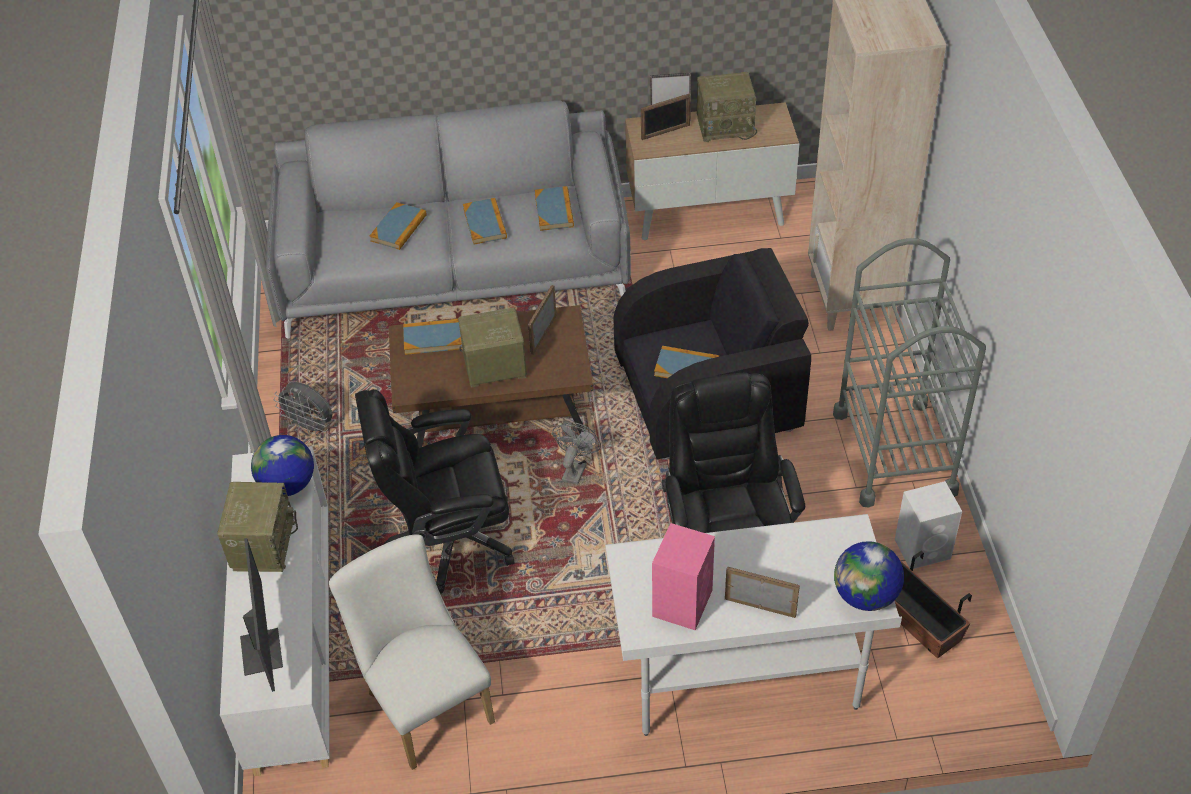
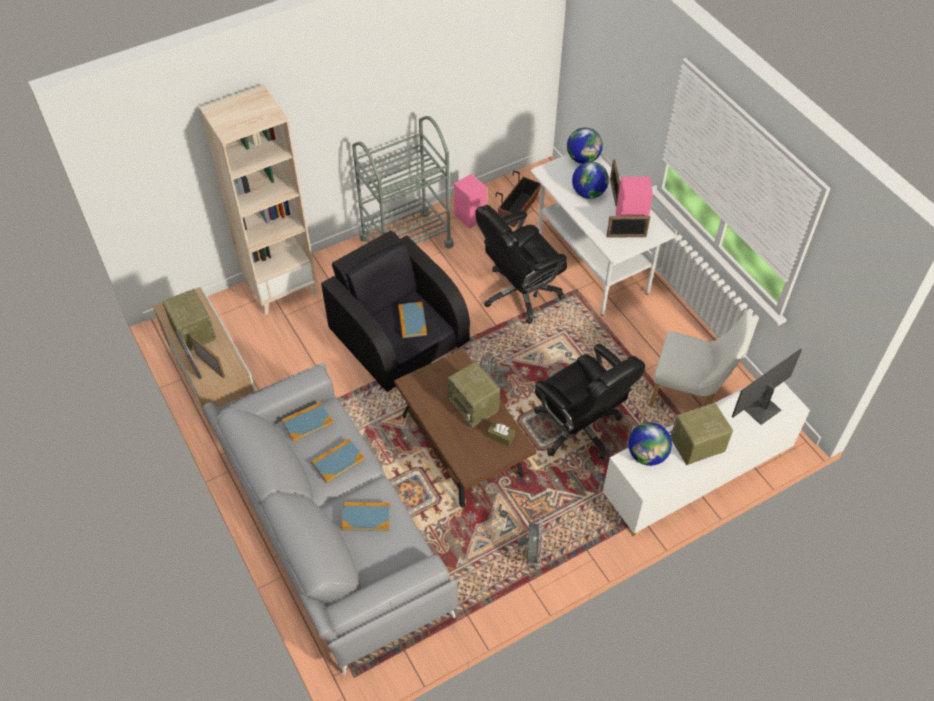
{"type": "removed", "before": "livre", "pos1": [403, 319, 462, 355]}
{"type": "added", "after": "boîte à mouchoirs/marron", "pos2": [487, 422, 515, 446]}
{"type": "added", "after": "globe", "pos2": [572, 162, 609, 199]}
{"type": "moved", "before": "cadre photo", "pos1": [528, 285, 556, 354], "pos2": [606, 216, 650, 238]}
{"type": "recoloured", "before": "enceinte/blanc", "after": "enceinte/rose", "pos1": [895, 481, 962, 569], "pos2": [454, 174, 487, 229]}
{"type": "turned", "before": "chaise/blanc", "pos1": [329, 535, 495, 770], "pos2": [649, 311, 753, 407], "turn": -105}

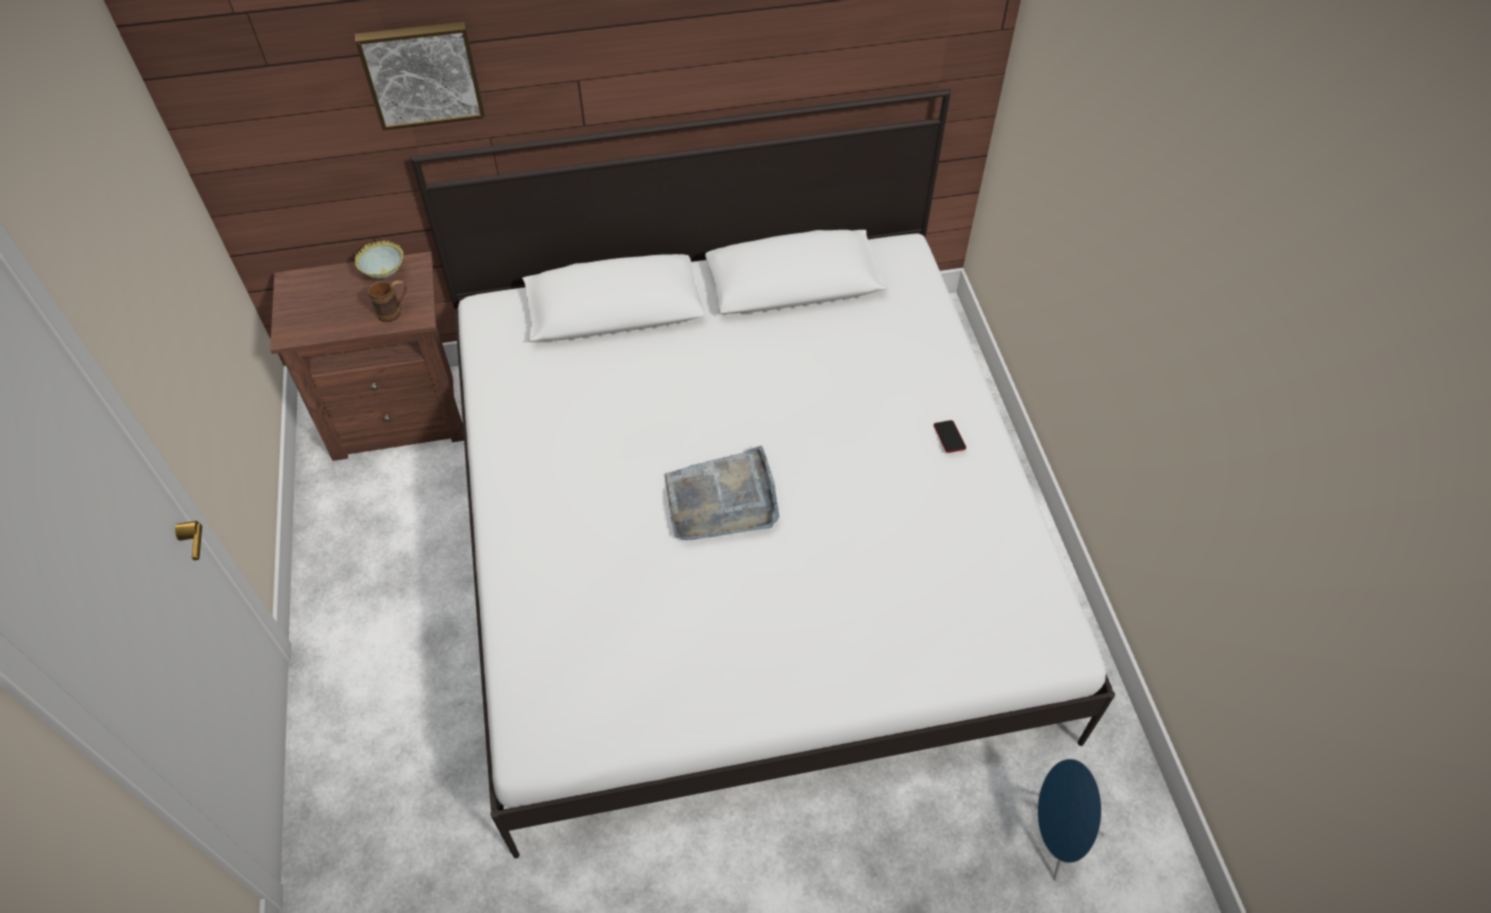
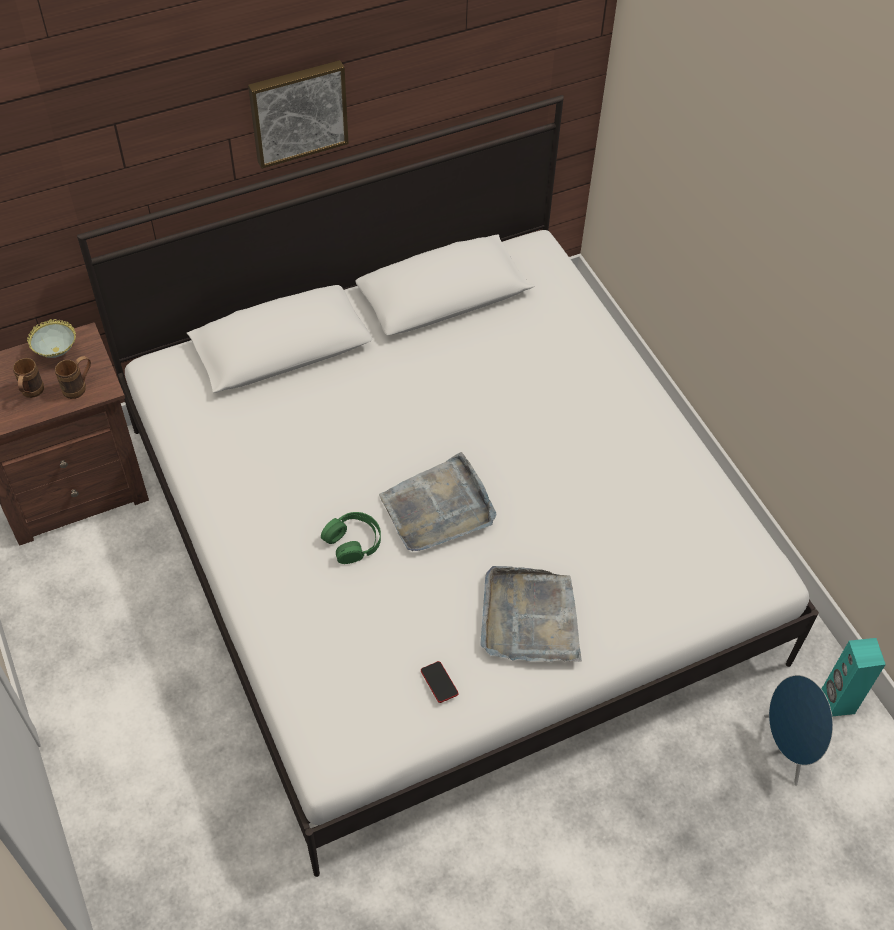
{"type": "added", "after": "mug/marron", "pos2": [13, 358, 44, 398]}
{"type": "added", "after": "casque audio/vert", "pos2": [321, 512, 381, 564]}
{"type": "added", "after": "plateau/gris", "pos2": [480, 566, 582, 662]}
{"type": "added", "after": "enceinte/turquoise", "pos2": [822, 638, 886, 716]}
{"type": "moved", "before": "tableau", "pos1": [355, 21, 485, 131], "pos2": [248, 60, 349, 169]}
{"type": "moved", "before": "téléphone", "pos1": [934, 420, 966, 453], "pos2": [421, 661, 458, 703]}

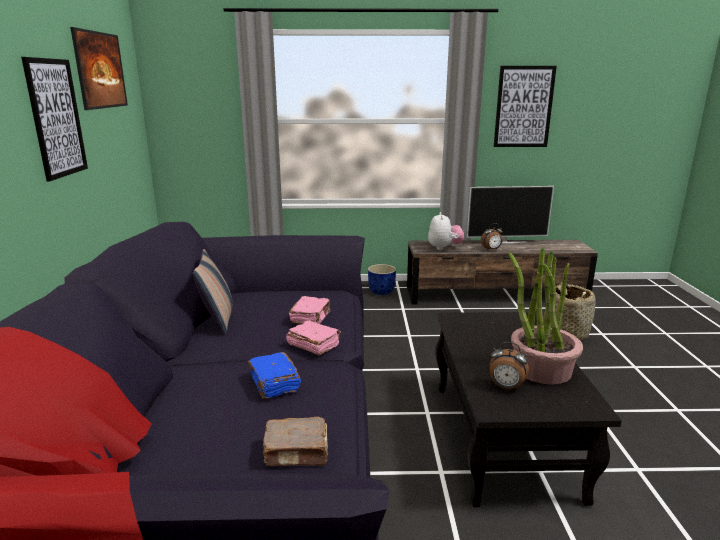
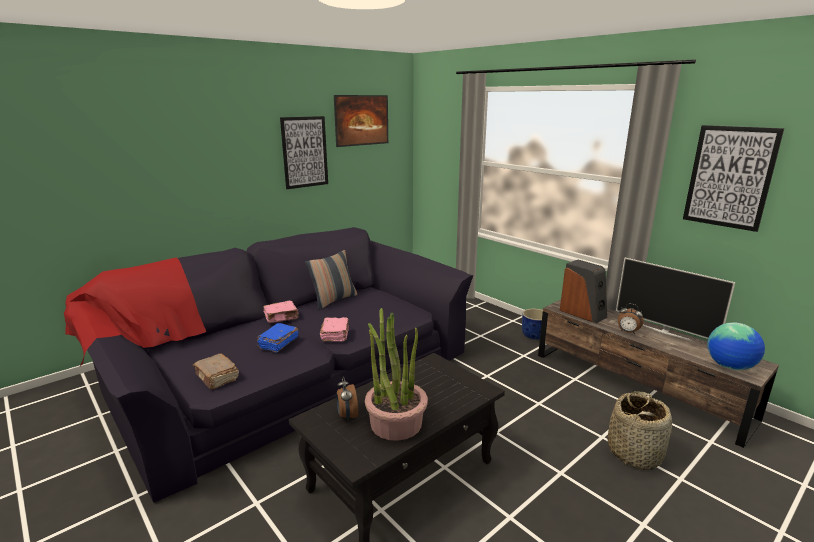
{"type": "added", "after": "globe", "pos2": [707, 323, 765, 371]}
{"type": "moved", "before": "livre/rose", "pos1": [289, 296, 331, 324], "pos2": [263, 301, 299, 323]}
{"type": "replaced", "before": "peluche", "after": "enceinte", "pos1": [428, 212, 464, 250], "pos2": [560, 260, 607, 323]}

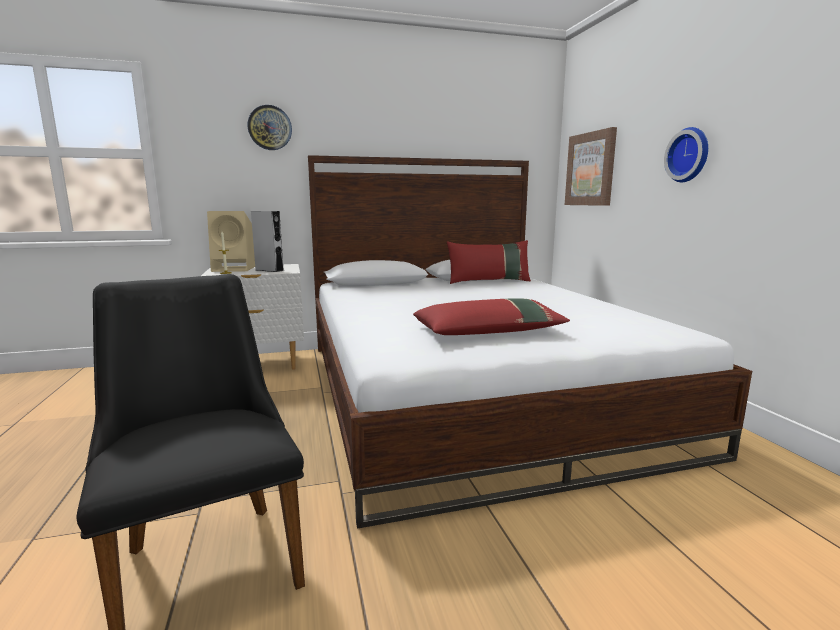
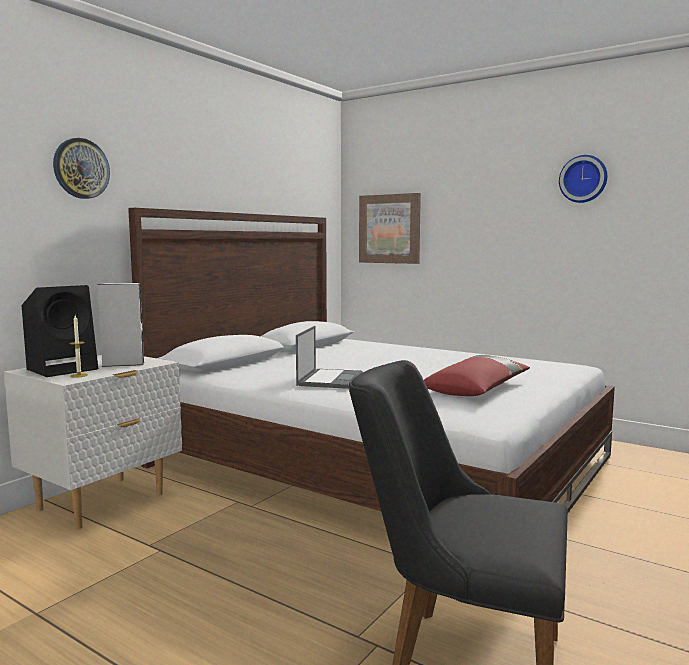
{"type": "removed", "before": "coussin/rouge", "pos1": [447, 240, 531, 284]}
{"type": "added", "after": "ordinateur portable", "pos2": [296, 326, 362, 389]}
{"type": "moved", "before": "horloge murale", "pos1": [664, 127, 708, 182], "pos2": [559, 155, 607, 203]}
{"type": "recoloured", "before": "enceinte/beige", "after": "enceinte/noir", "pos1": [207, 211, 255, 272], "pos2": [22, 285, 98, 377]}

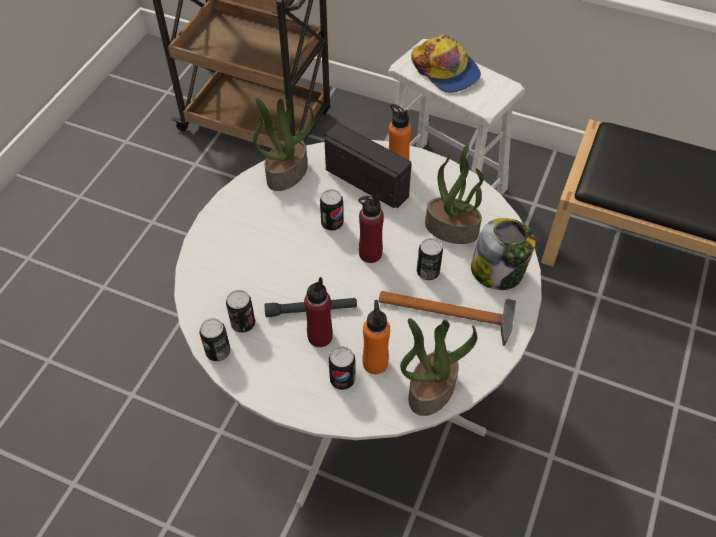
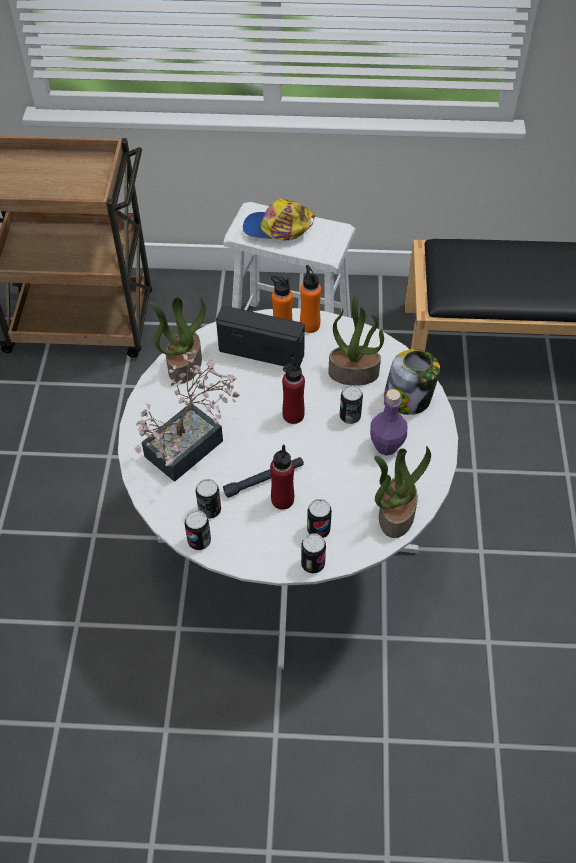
{"type": "added", "after": "plante en pot", "pos2": [134, 350, 240, 482]}
{"type": "moved", "before": "boîte métallique", "pos1": [320, 189, 343, 231], "pos2": [301, 533, 326, 574]}
{"type": "moved", "before": "bouteille/orange", "pos1": [362, 300, 390, 374], "pos2": [300, 265, 321, 333]}
{"type": "replaced", "before": "marteau", "after": "bouteille/violet", "pos1": [379, 291, 516, 346], "pos2": [370, 389, 407, 455]}
{"type": "turned", "before": "casquette", "pos1": [411, 34, 481, 93], "pos2": [243, 199, 315, 241], "turn": 150}

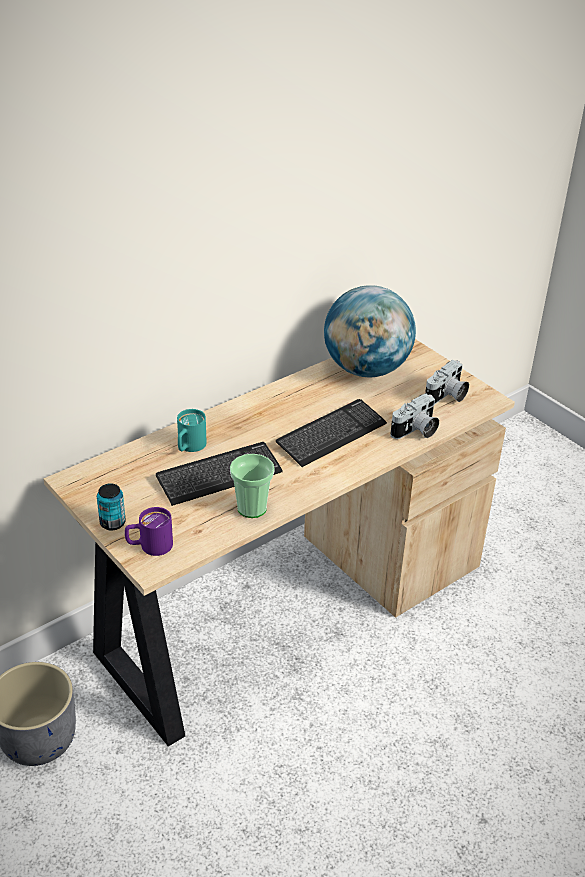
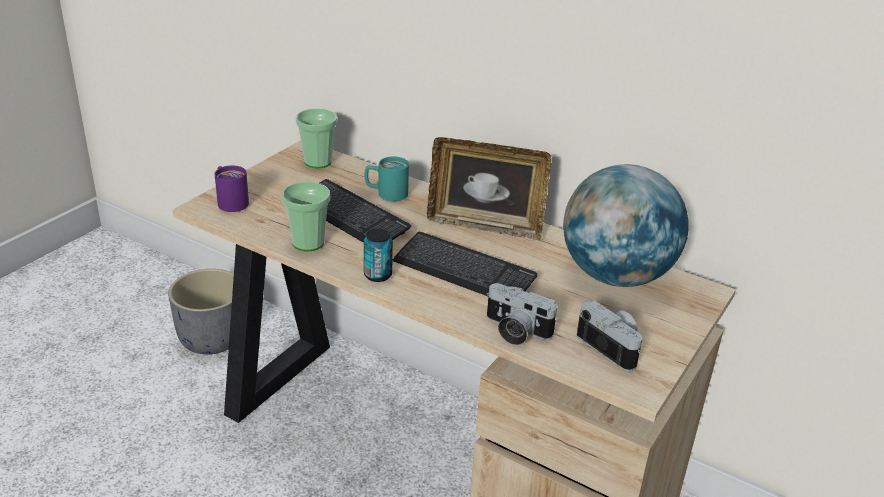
{"type": "added", "after": "tasse", "pos2": [295, 108, 337, 168]}
{"type": "added", "after": "cadre photo", "pos2": [427, 137, 552, 240]}
{"type": "moved", "before": "boîte métallique", "pos1": [97, 483, 126, 531], "pos2": [364, 228, 393, 282]}
{"type": "turned", "before": "appareil photo", "pos1": [425, 360, 469, 405], "pos2": [577, 300, 643, 372], "turn": -150}

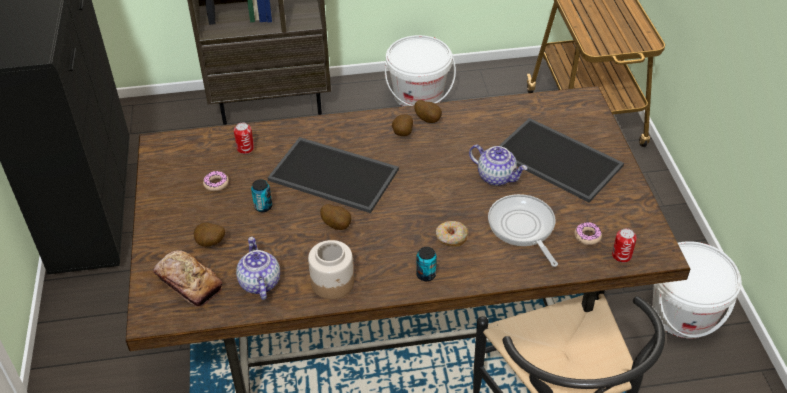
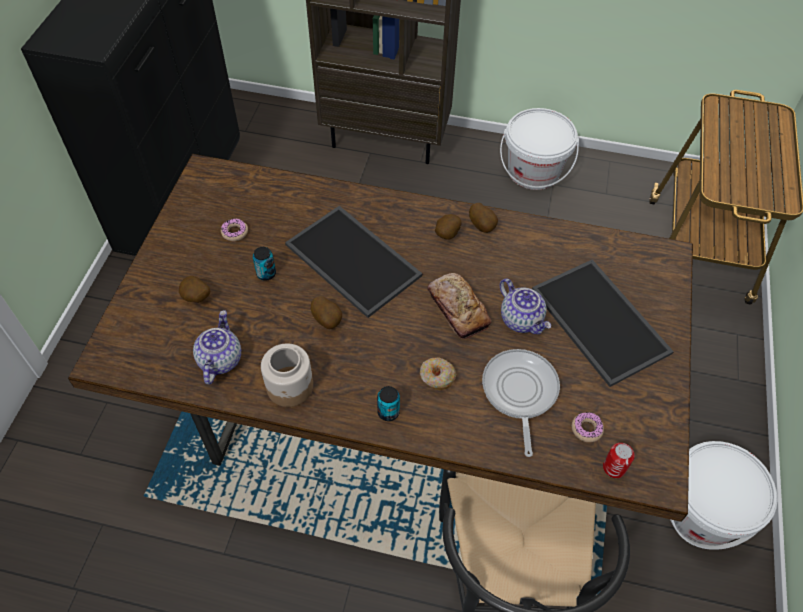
{"type": "removed", "before": "boîte métallique", "pos1": [234, 122, 254, 154]}
{"type": "moved", "before": "pain", "pos1": [153, 250, 222, 307], "pos2": [427, 273, 491, 339]}

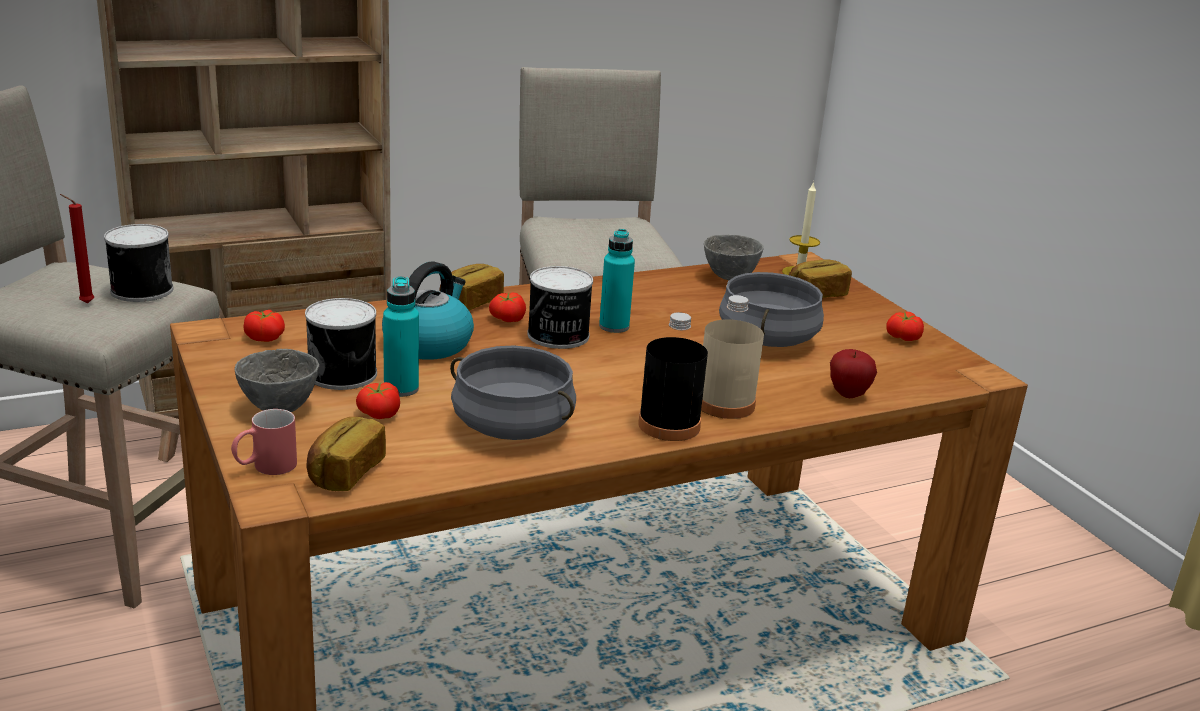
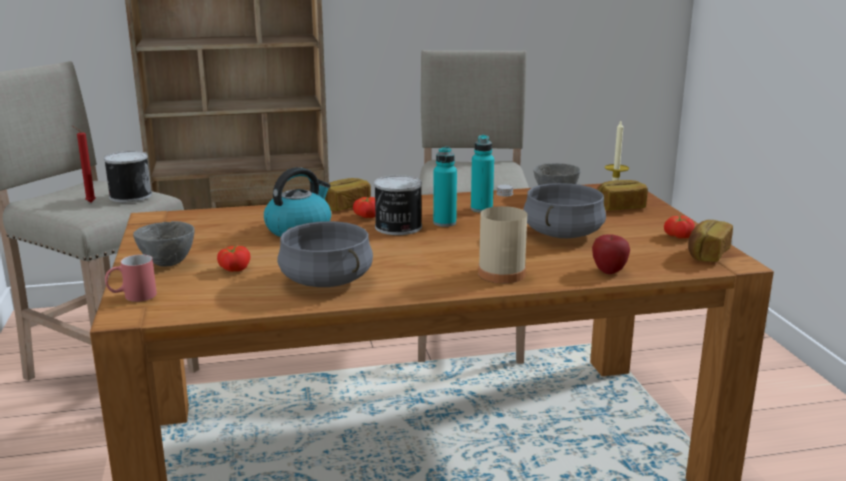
{"type": "removed", "before": "tomate", "pos1": [243, 310, 285, 342]}
{"type": "removed", "before": "boîte métallique", "pos1": [305, 298, 377, 390]}
{"type": "removed", "before": "bouteille/noir", "pos1": [638, 312, 708, 441]}
{"type": "moved", "before": "pain", "pos1": [306, 417, 386, 491], "pos2": [688, 220, 733, 262]}
{"type": "moved", "before": "bouteille/turquoise", "pos1": [383, 276, 419, 397], "pos2": [471, 135, 494, 213]}

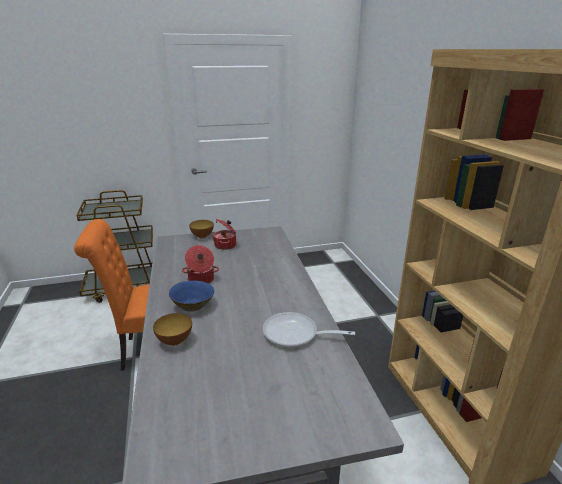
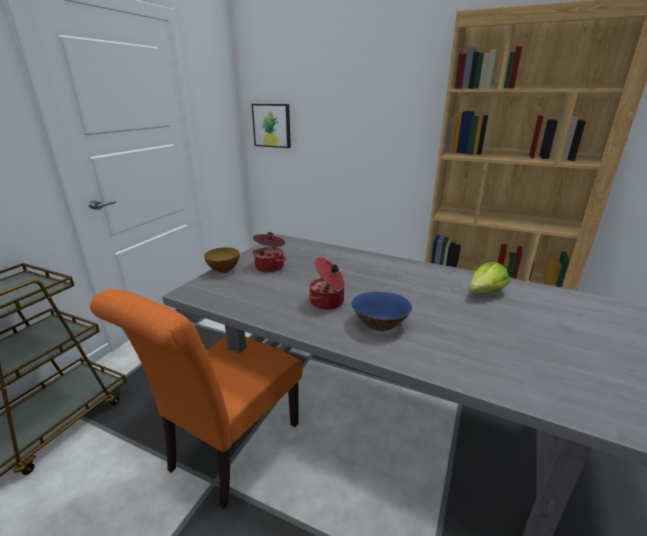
{"type": "removed", "before": "bol", "pos1": [153, 313, 192, 346]}
{"type": "added", "after": "tableau", "pos2": [252, 104, 291, 148]}
{"type": "replaced", "before": "poêle", "after": "laitue", "pos1": [263, 312, 355, 348], "pos2": [469, 262, 510, 293]}

